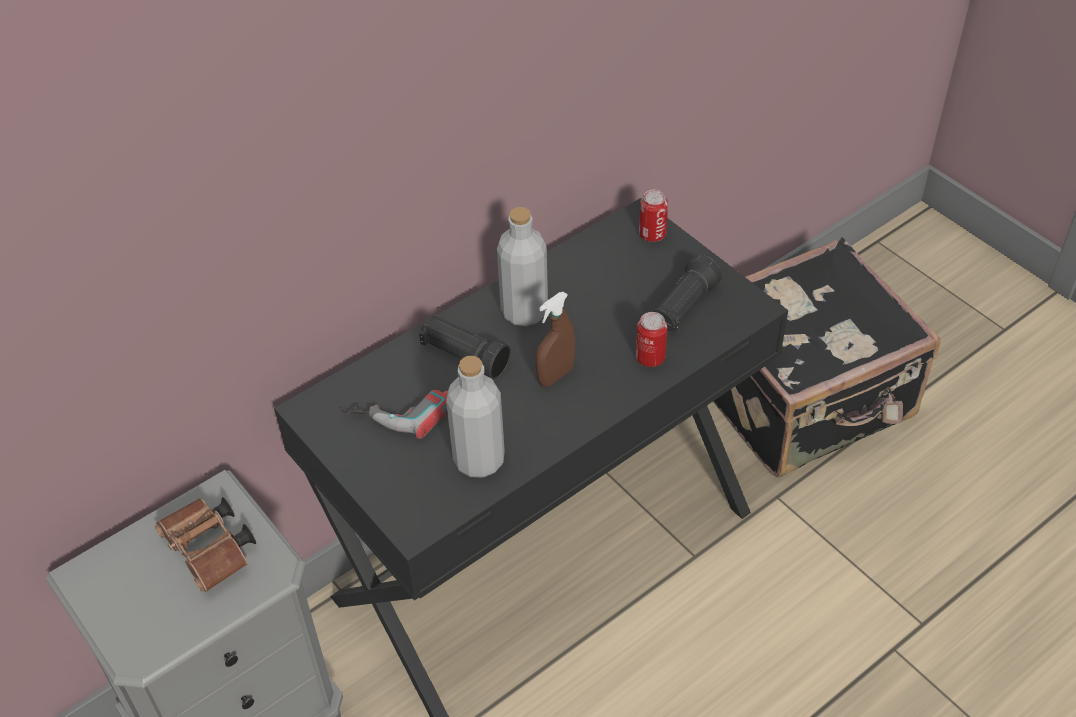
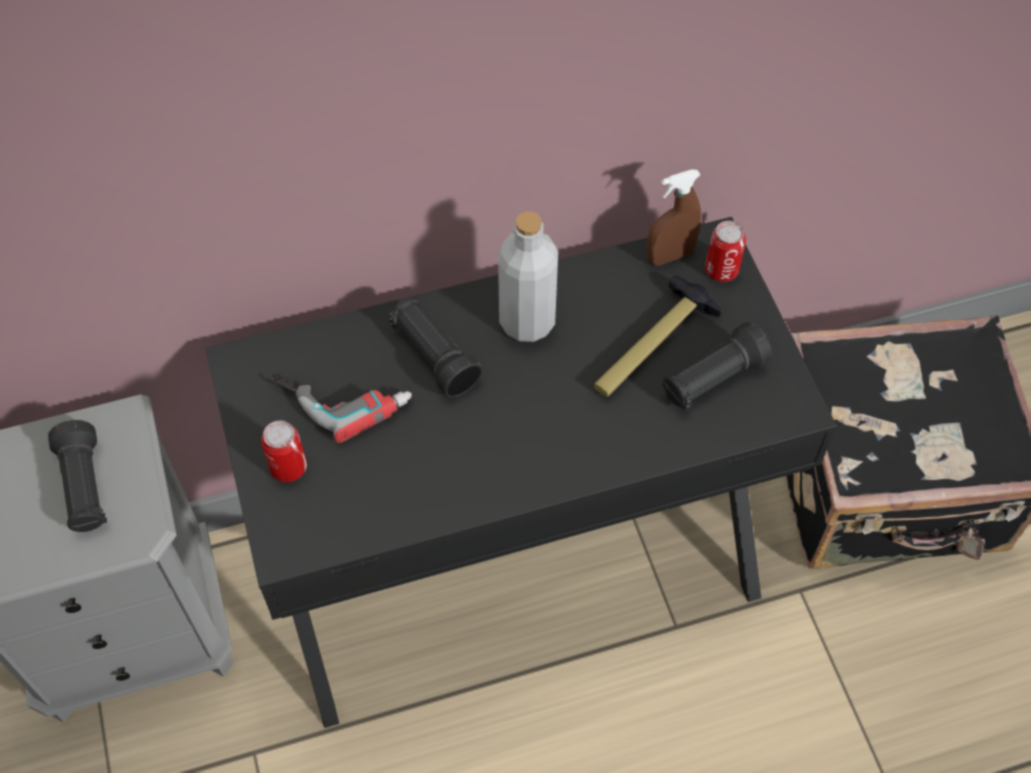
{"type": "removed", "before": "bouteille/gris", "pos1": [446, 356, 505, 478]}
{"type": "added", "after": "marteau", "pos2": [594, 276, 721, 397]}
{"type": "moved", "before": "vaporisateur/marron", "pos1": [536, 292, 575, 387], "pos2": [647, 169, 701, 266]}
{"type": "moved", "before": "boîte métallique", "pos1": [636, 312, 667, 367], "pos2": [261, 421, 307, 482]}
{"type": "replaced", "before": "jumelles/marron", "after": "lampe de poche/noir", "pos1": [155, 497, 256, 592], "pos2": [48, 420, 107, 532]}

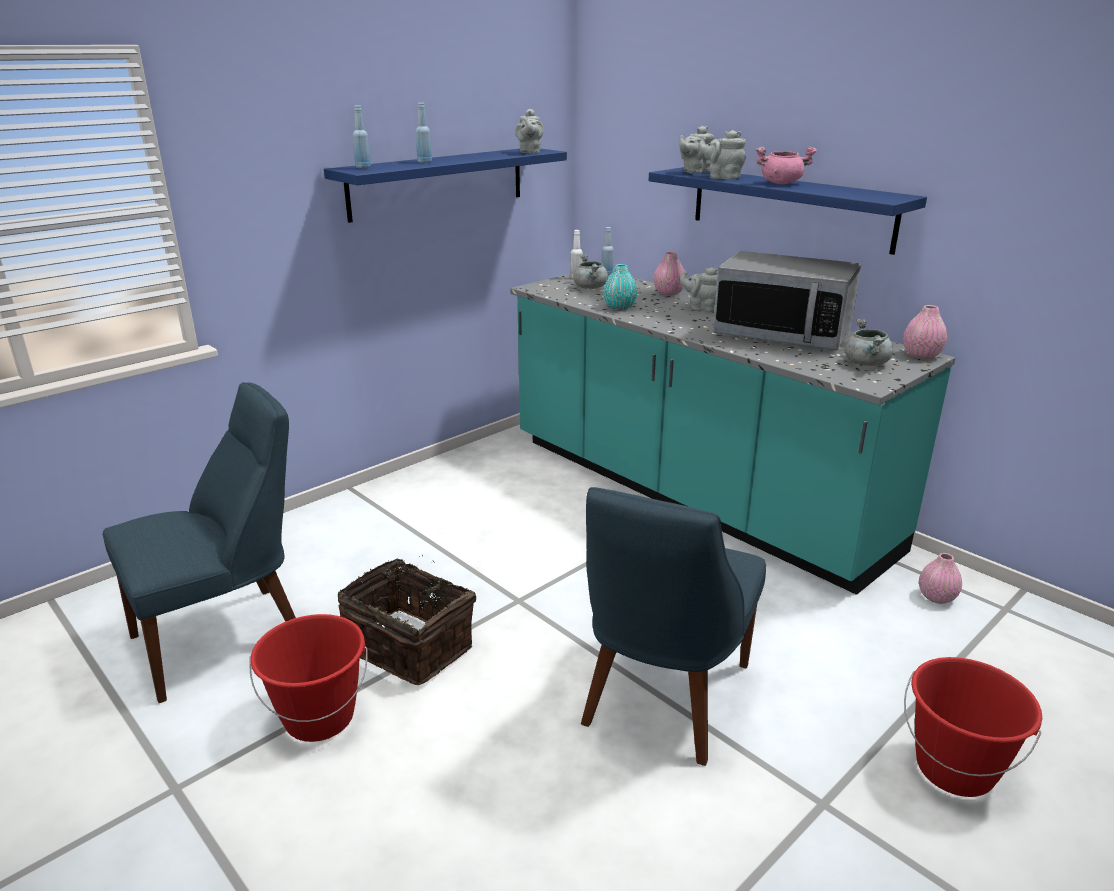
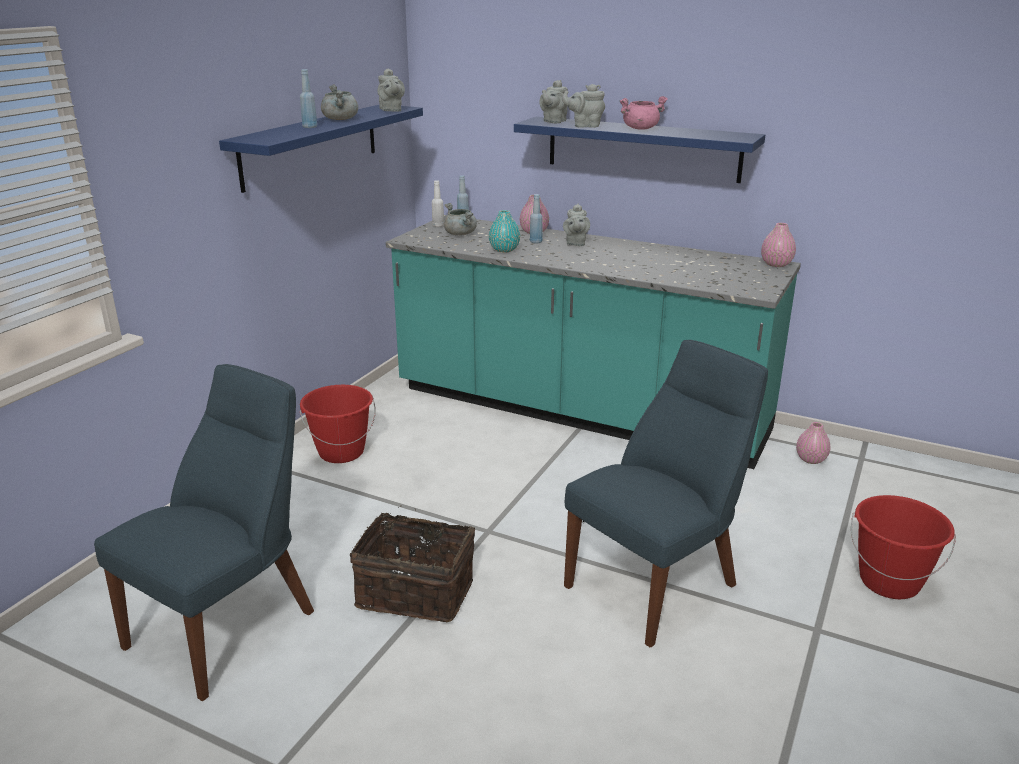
{"type": "removed", "before": "micro-ondes", "pos1": [713, 251, 861, 350]}
{"type": "moved", "before": "seau/rouge", "pos1": [249, 614, 367, 742], "pos2": [300, 385, 376, 463]}
{"type": "moved", "before": "bouteille/bleu", "pos1": [353, 105, 371, 168], "pos2": [530, 194, 543, 243]}
{"type": "moved", "before": "marmite/gris", "pos1": [845, 319, 893, 366], "pos2": [321, 84, 358, 120]}
{"type": "turned", "before": "chaise/bleu", "pos1": [581, 487, 766, 766], "pos2": [564, 340, 768, 648], "turn": -135}
{"type": "turned", "before": "théière/gris", "pos1": [680, 267, 718, 312], "pos2": [563, 204, 590, 246], "turn": -90}

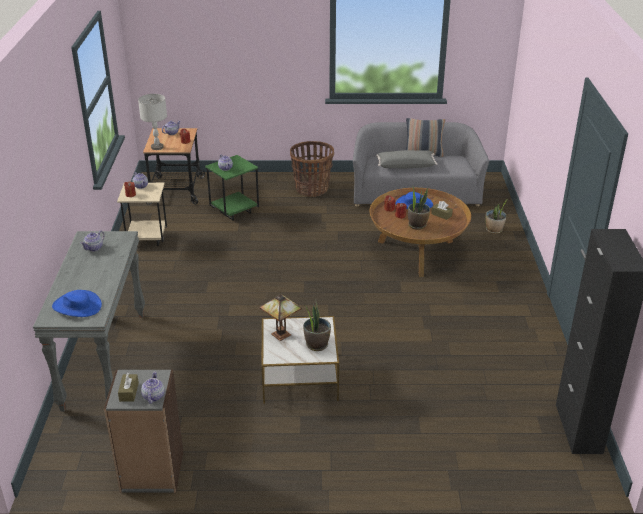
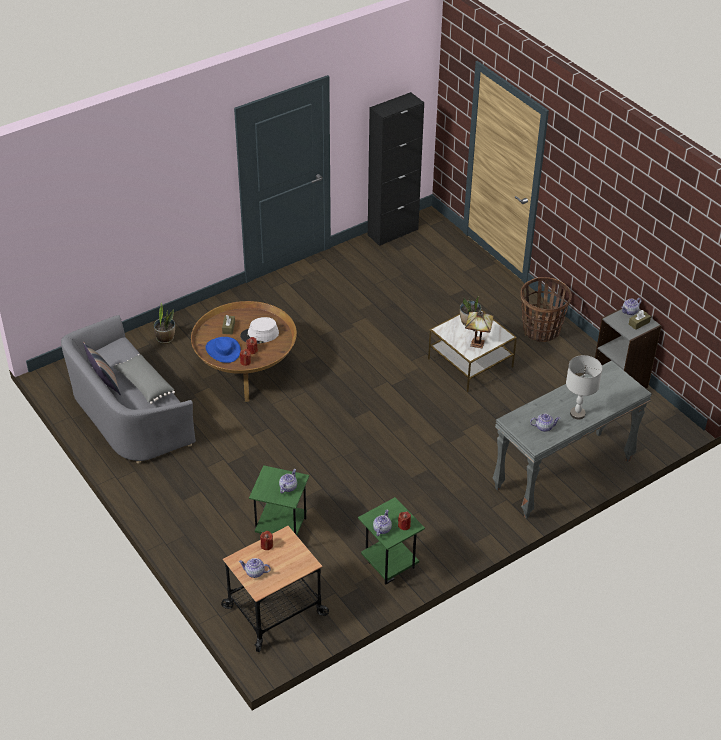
{"type": "removed", "before": "chapeau/bleu", "pos1": [52, 290, 102, 317]}
{"type": "moved", "before": "lampe de table/gris", "pos1": [138, 94, 167, 150], "pos2": [566, 355, 602, 419]}
{"type": "moved", "before": "panier", "pos1": [290, 141, 334, 197], "pos2": [520, 277, 572, 342]}
{"type": "replaced", "before": "plante en pot", "after": "chapeau/blanc", "pos1": [408, 187, 430, 230], "pos2": [240, 317, 279, 344]}
{"type": "recoloured", "before": "table d'appoint/beige", "after": "table d'appoint/vert", "pos1": [117, 183, 167, 246], "pos2": [358, 497, 425, 584]}

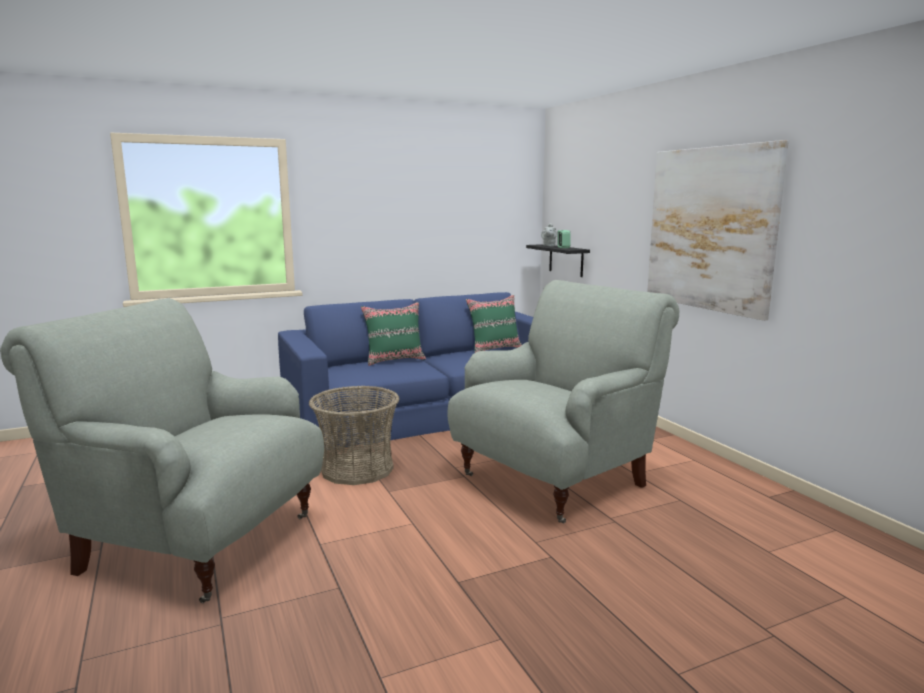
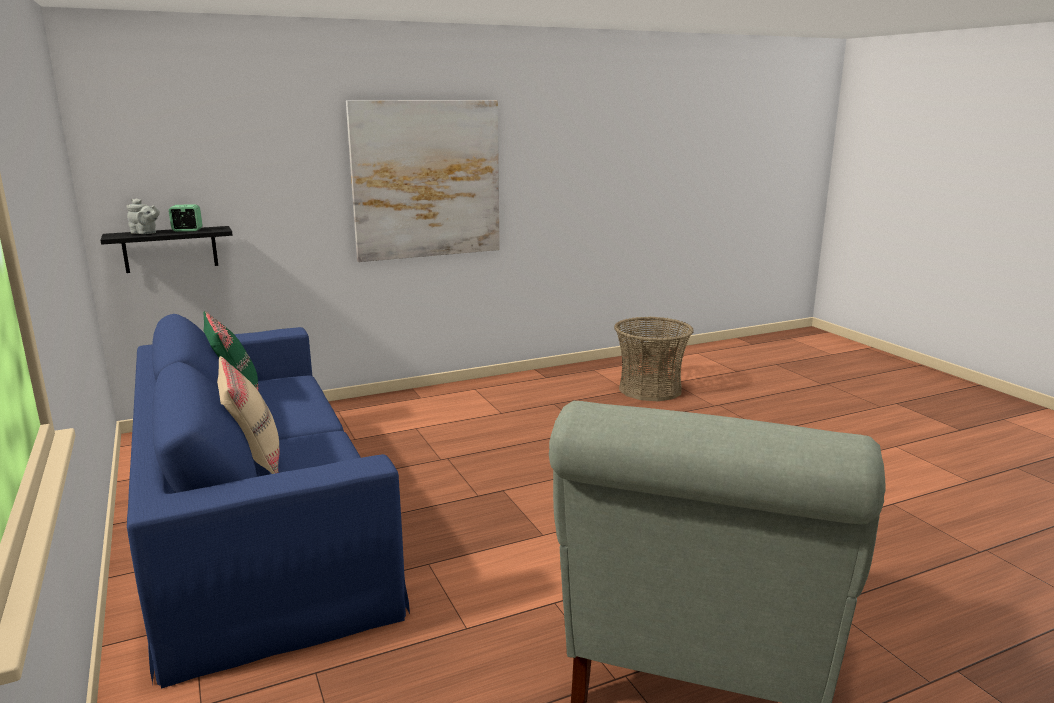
{"type": "removed", "before": "fauteuil/gris", "pos1": [447, 280, 680, 524]}
{"type": "moved", "before": "panier", "pos1": [309, 385, 399, 485], "pos2": [614, 317, 693, 401]}
{"type": "recoloured", "before": "coussin/vert", "after": "coussin/beige", "pos1": [361, 302, 426, 366], "pos2": [217, 356, 280, 474]}

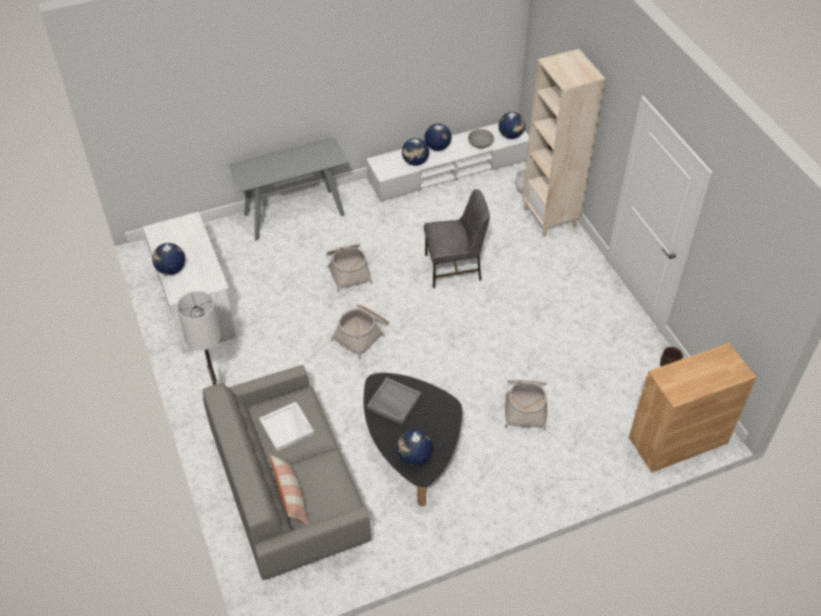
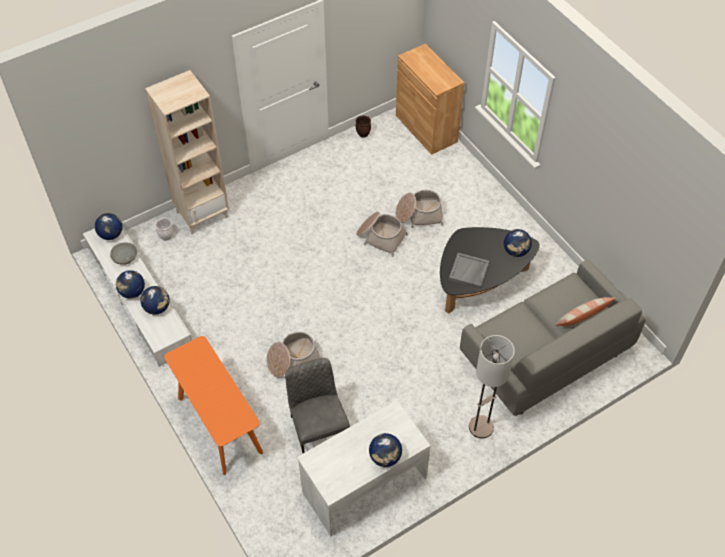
{"type": "removed", "before": "plateau/blanc", "pos1": [259, 402, 314, 451]}
{"type": "moved", "before": "panier", "pos1": [331, 304, 389, 359], "pos2": [356, 212, 408, 257]}
{"type": "moved", "before": "chaise/gris", "pos1": [424, 189, 490, 288], "pos2": [285, 358, 350, 454]}
{"type": "recoloured", "before": "table console/gris", "after": "table console/orange", "pos1": [229, 137, 348, 241], "pos2": [164, 336, 263, 475]}

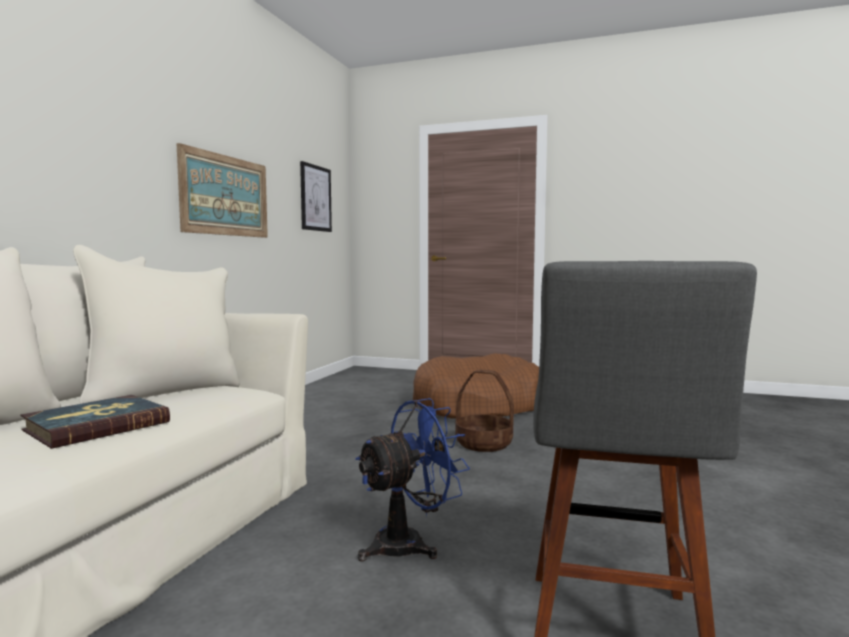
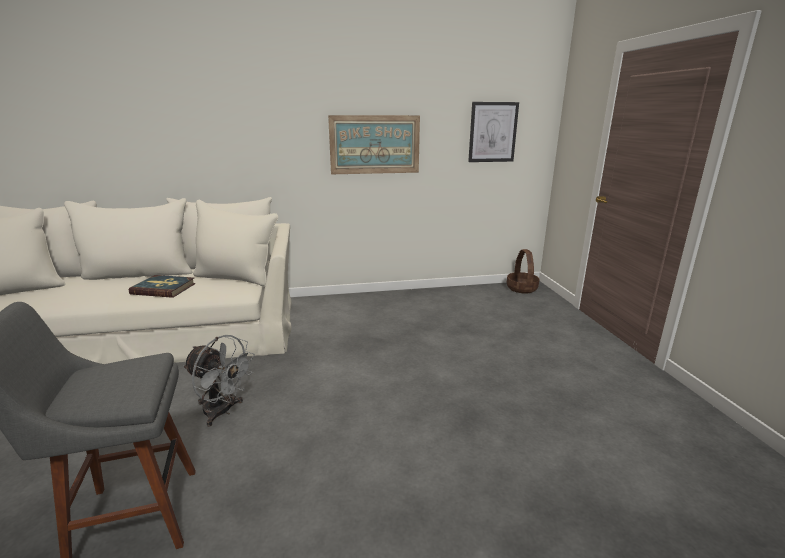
{"type": "removed", "before": "panier pour chien/marron", "pos1": [413, 353, 539, 419]}
{"type": "moved", "before": "panier", "pos1": [455, 370, 514, 452], "pos2": [507, 249, 539, 294]}
{"type": "recoloured", "before": "ventilateur/bleu", "after": "ventilateur/gris", "pos1": [356, 398, 470, 562], "pos2": [183, 335, 255, 427]}

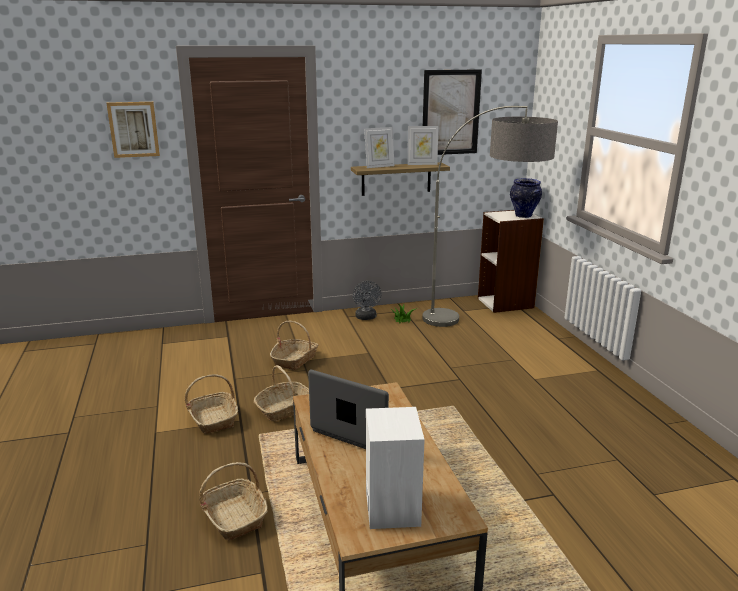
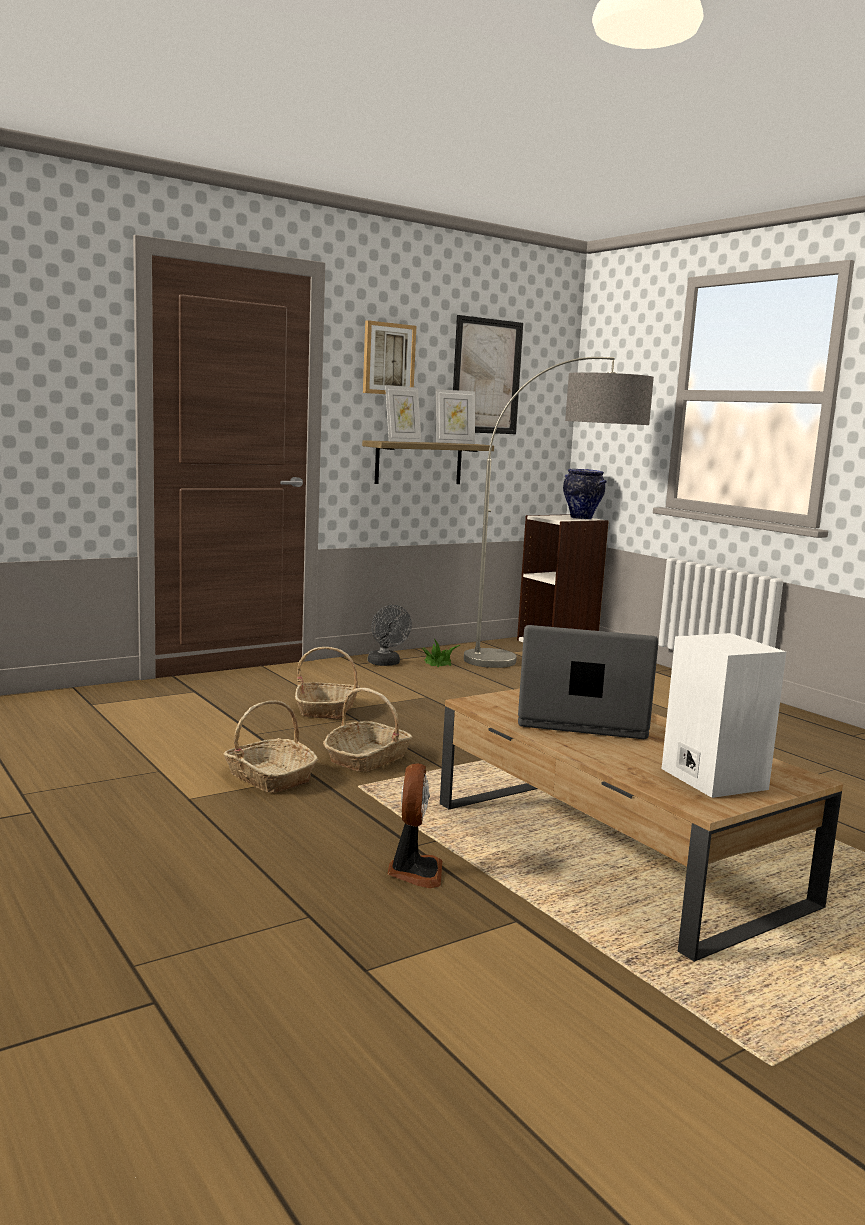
{"type": "moved", "before": "tableau", "pos1": [107, 102, 160, 158], "pos2": [363, 320, 416, 394]}
{"type": "replaced", "before": "panier", "after": "ventilateur", "pos1": [199, 462, 268, 541], "pos2": [388, 763, 442, 888]}

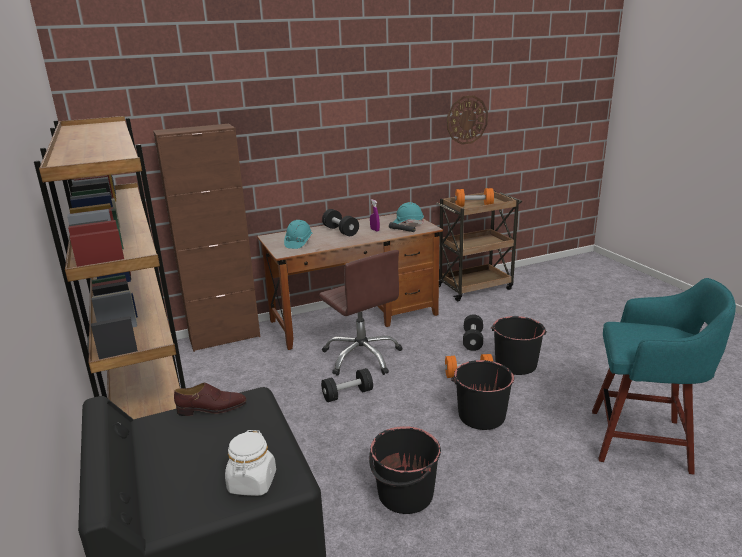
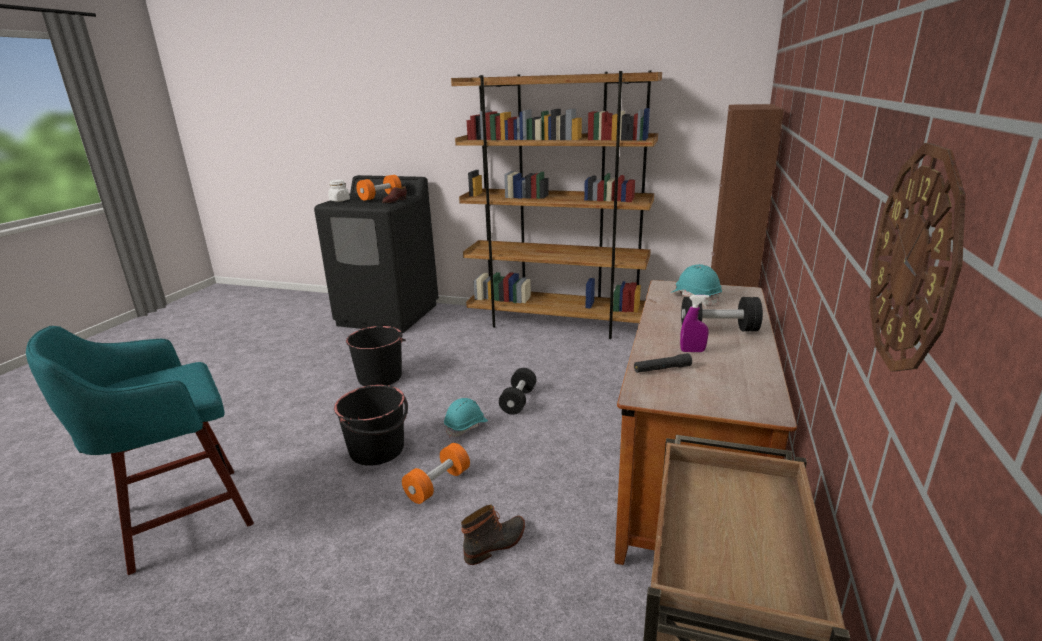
{"type": "removed", "before": "chaise de bureau/marron", "pos1": [319, 250, 402, 376]}
{"type": "removed", "before": "seau/noir", "pos1": [491, 316, 547, 375]}
{"type": "moved", "before": "casque de chantier/turquoise", "pos1": [393, 202, 424, 224], "pos2": [444, 398, 488, 437]}
{"type": "moved", "before": "haltère/orange", "pos1": [455, 188, 494, 207], "pos2": [356, 175, 402, 201]}
{"type": "replaced", "before": "haltère/noir", "after": "botte", "pos1": [463, 314, 483, 351], "pos2": [461, 505, 525, 565]}

